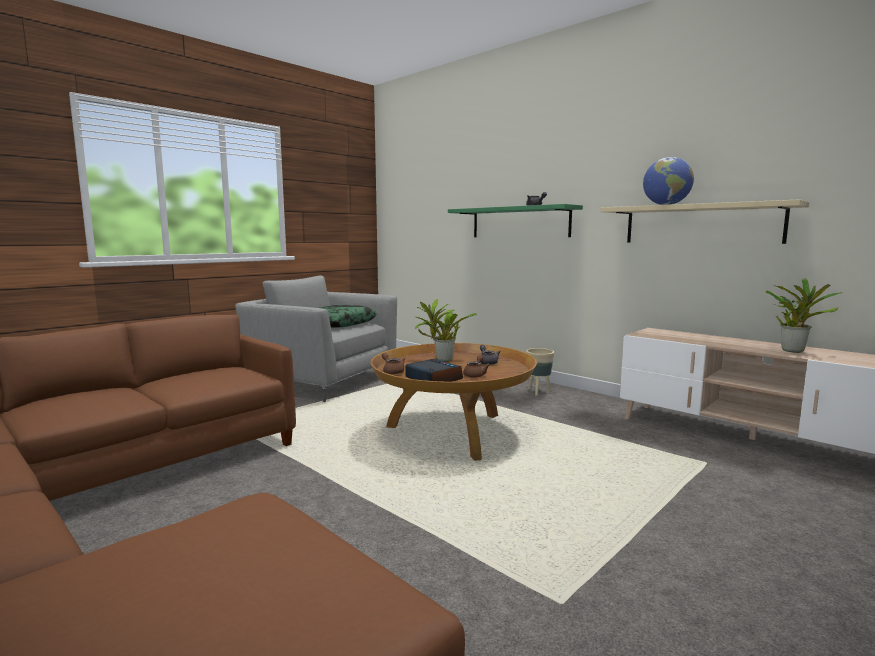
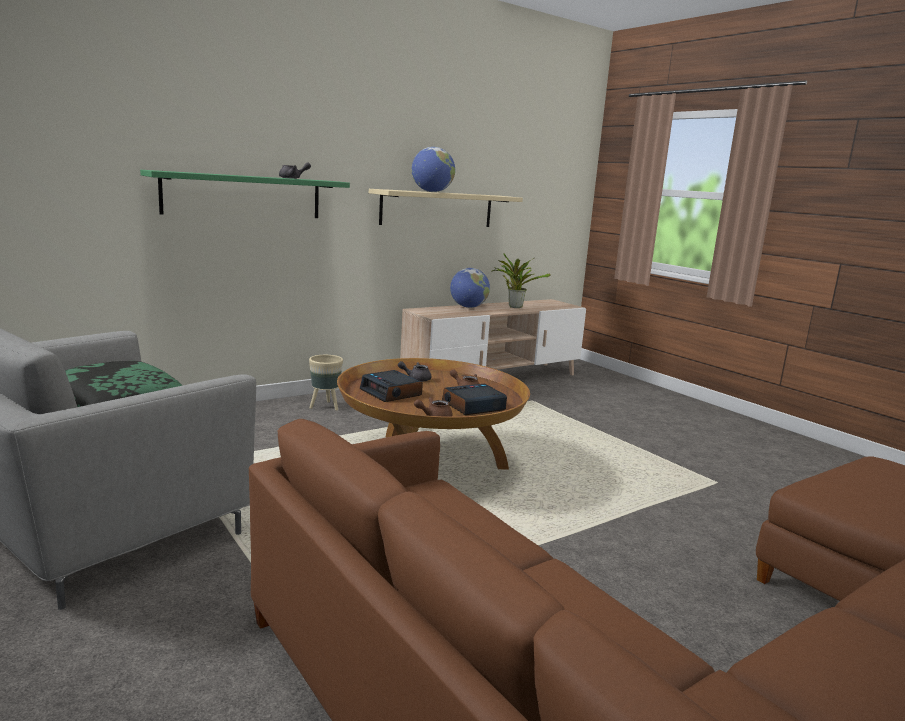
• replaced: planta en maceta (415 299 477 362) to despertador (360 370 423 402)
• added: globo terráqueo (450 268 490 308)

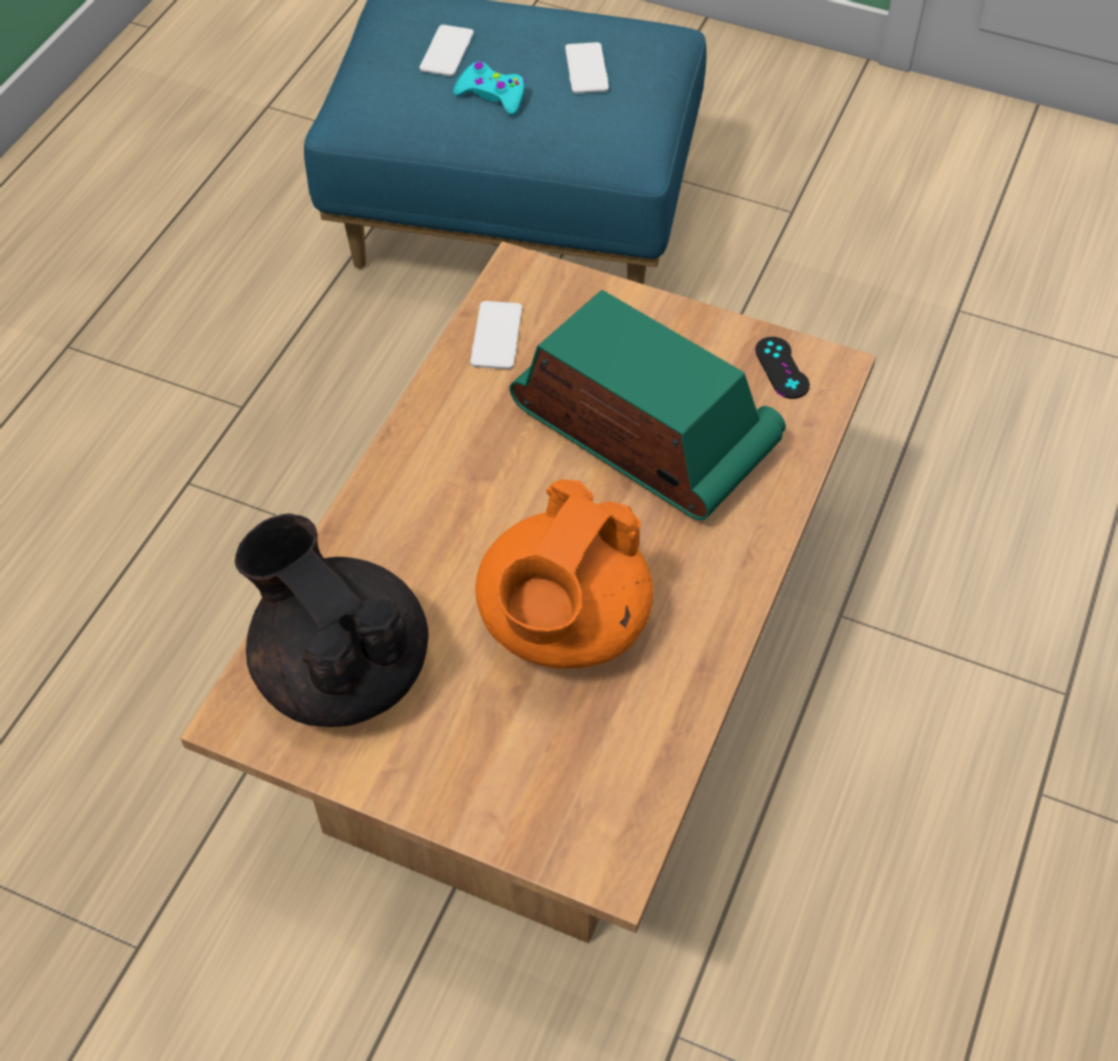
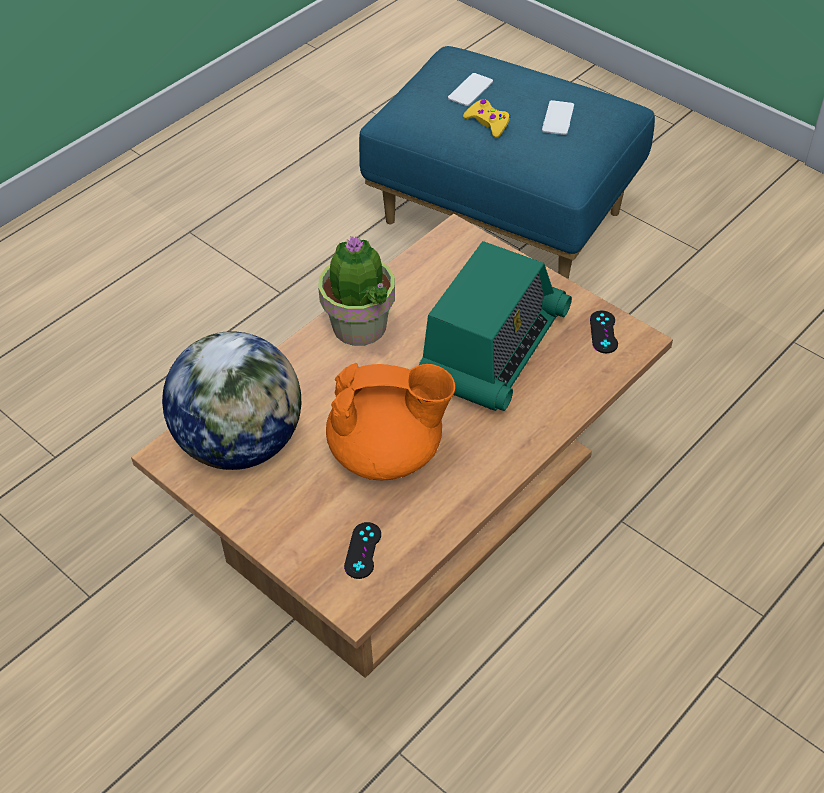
• replaced: tetera/negro (235 514 428 727) to globo terráqueo (162 331 301 470)
• recoloured: mando de consola/turquesa (453 62 525 115) to mando de consola/amarillo (463 99 511 138)
• removed: móvil (470 301 522 369)
• turned: tetera/naranja (475 479 653 669) = (326 363 455 480) 135 degrees counterclockwise
• turned: radio (509 290 786 520) = (418 241 572 411) 60 degrees clockwise
• added: planta en maceta (318 236 395 346)
• added: mando de consola/negro (344 522 381 579)

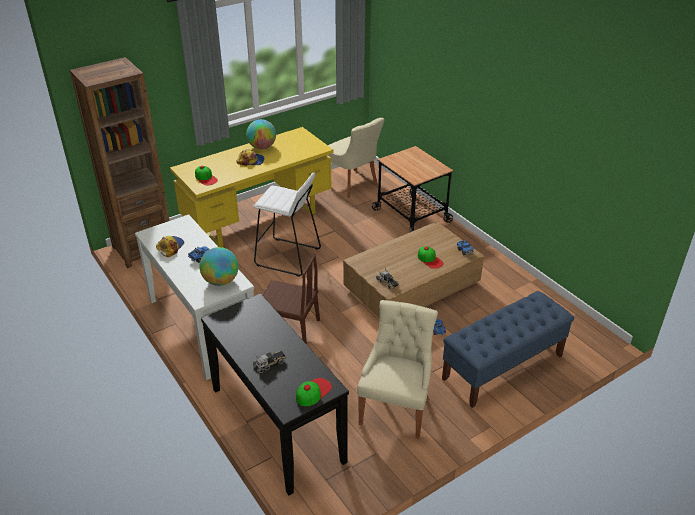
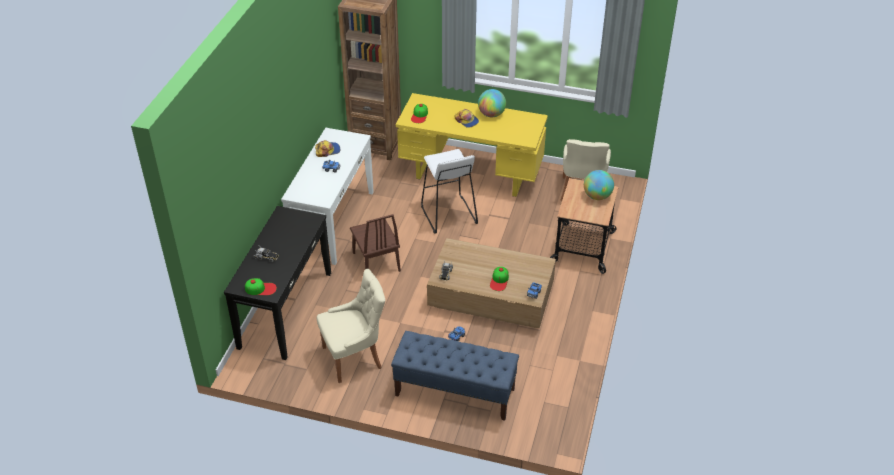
• moved: globo terráqueo (199 247 239 286) to (584 170 614 200)

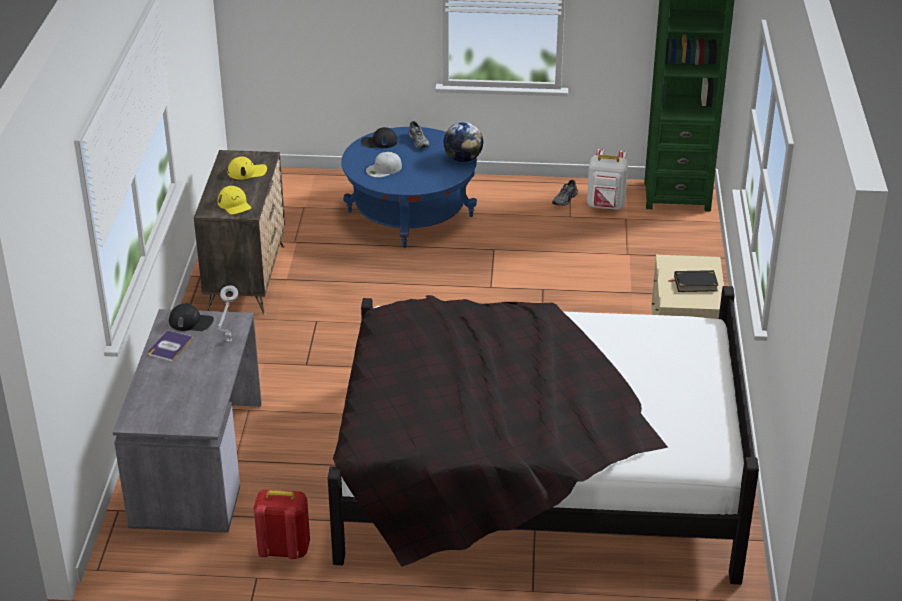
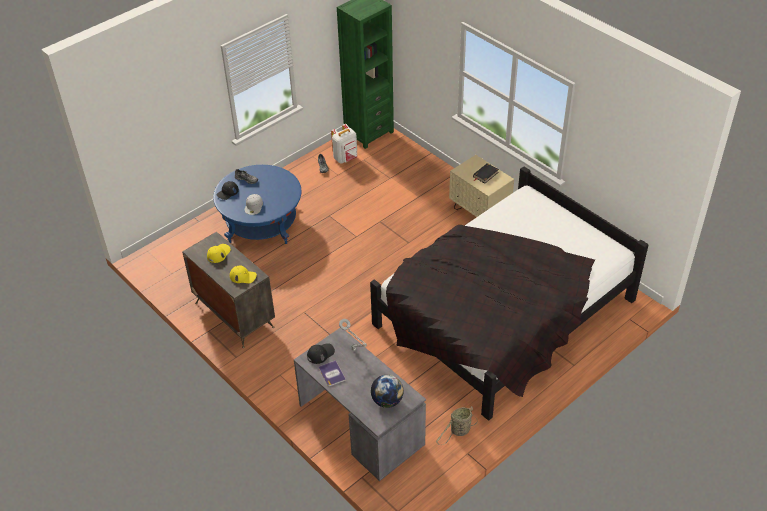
• replaced: mochila/rojo (254 490 310 559) to cesta (436 406 478 445)
• moved: globo terráqueo (444 122 483 162) to (371 375 404 408)

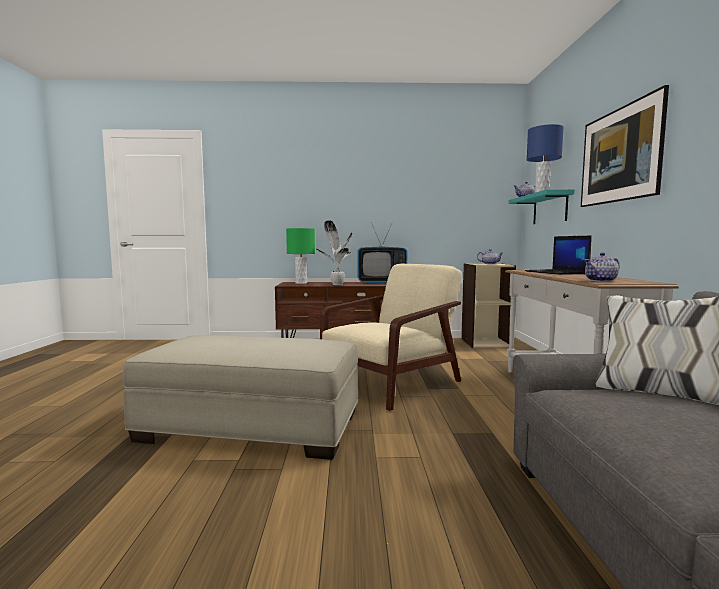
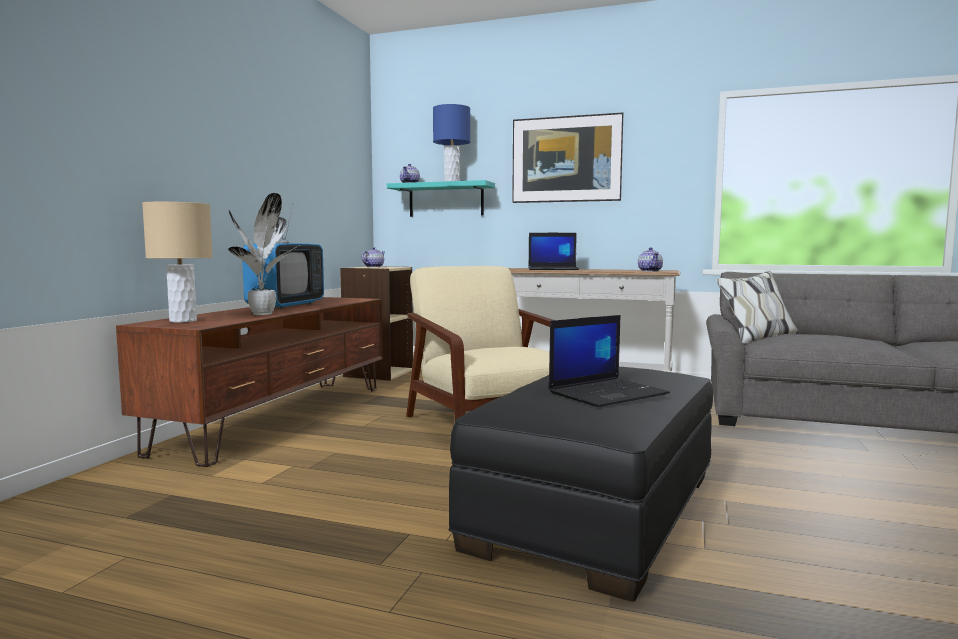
• recoloured: puf/beis (123 335 359 460) to puf/negro (448 367 713 602)
• recoloured: lámpara de mesa/verde (286 228 315 284) to lámpara de mesa/beis (142 202 213 323)
• added: portátil (549 315 670 407)

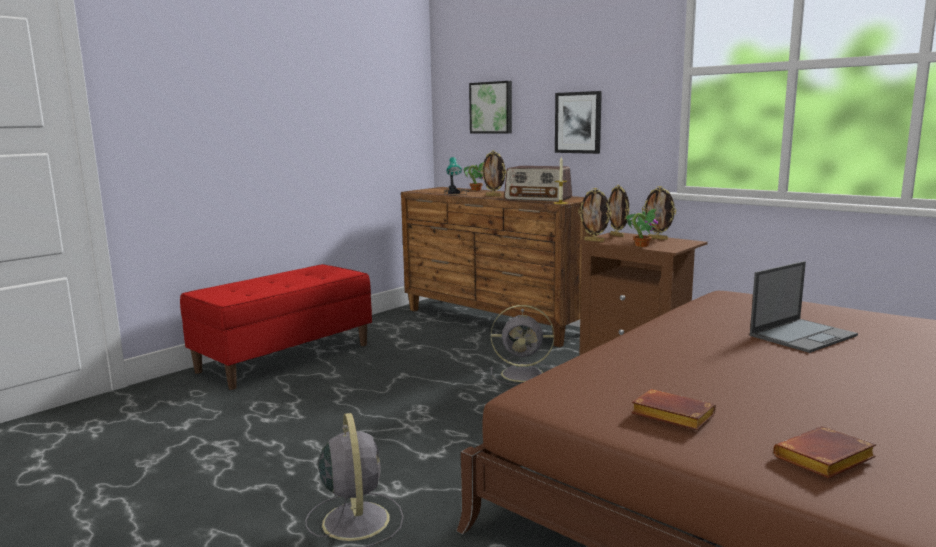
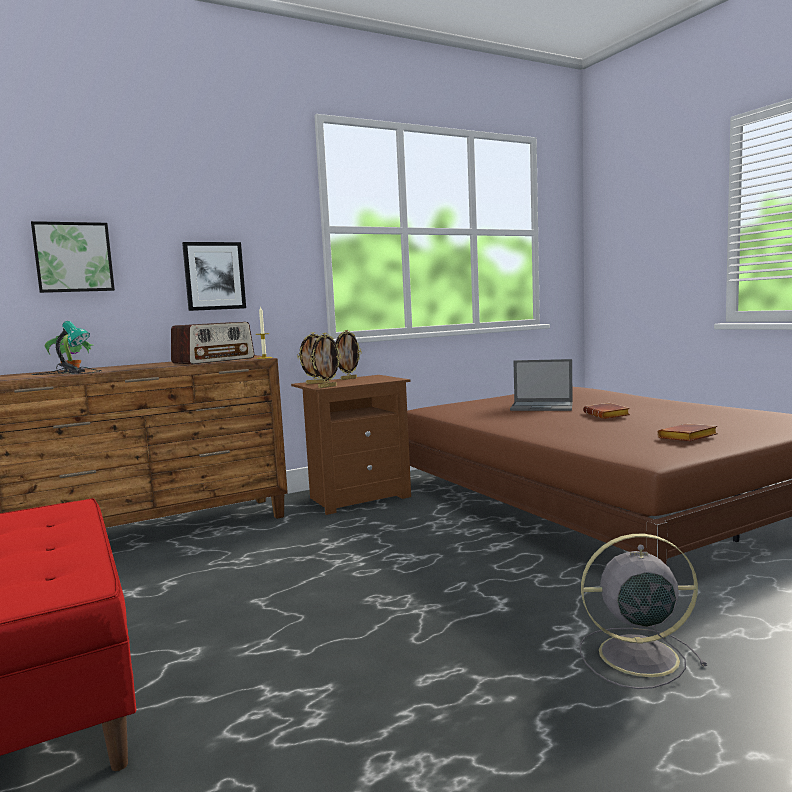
• removed: portarretratos (481 150 506 197)
• removed: ventilador/gris (490 305 554 385)
• removed: planta en maceta (626 209 658 247)
• turned: portátil (750 261 858 353) = (510 359 573 411) 120 degrees clockwise
• moved: libro/marrón (773 426 877 478) to (583 403 630 419)

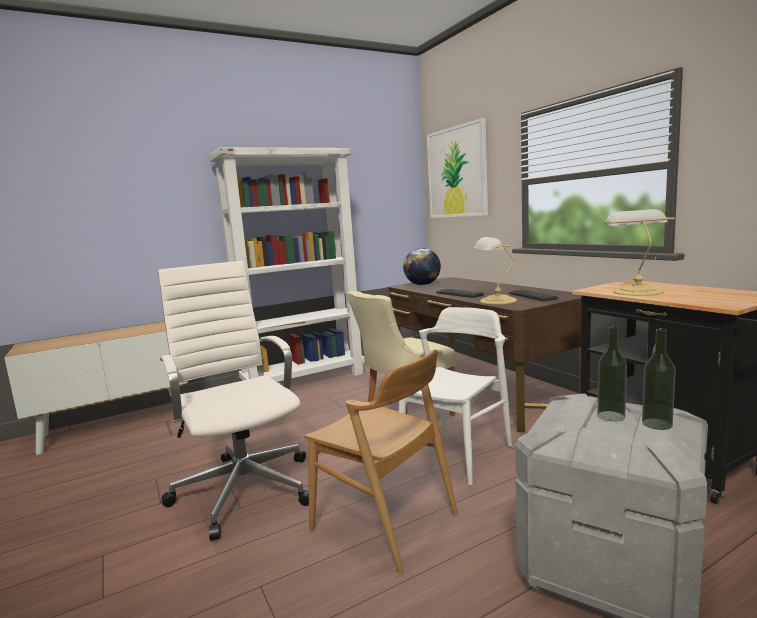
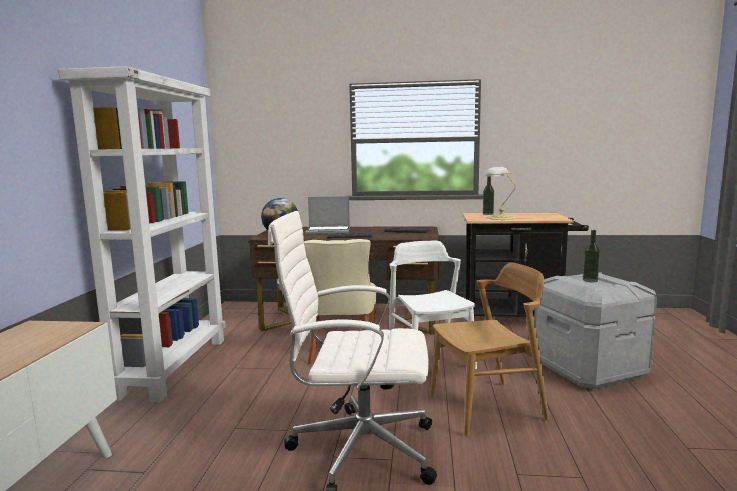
• removed: cuadro (427 118 488 218)
• removed: lámpara de mesa (474 237 517 304)
• moved: botella (642 328 676 430) to (483 176 494 215)
• added: portátil (305 196 350 235)

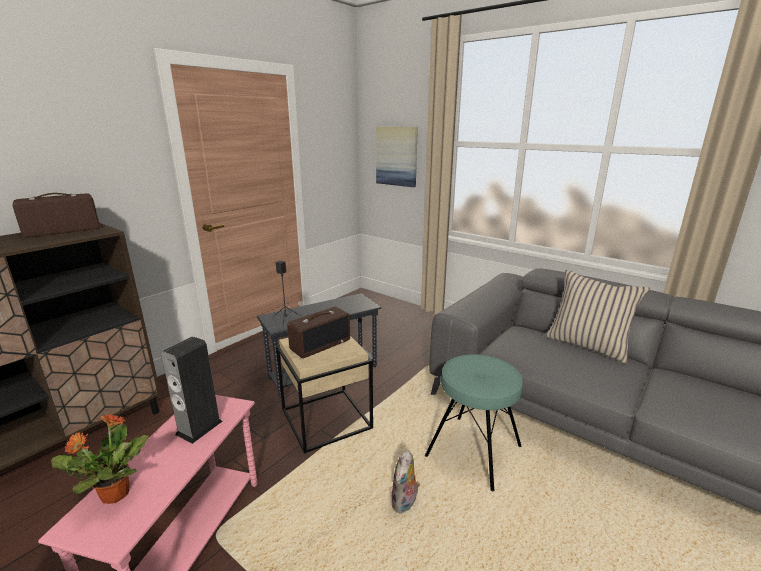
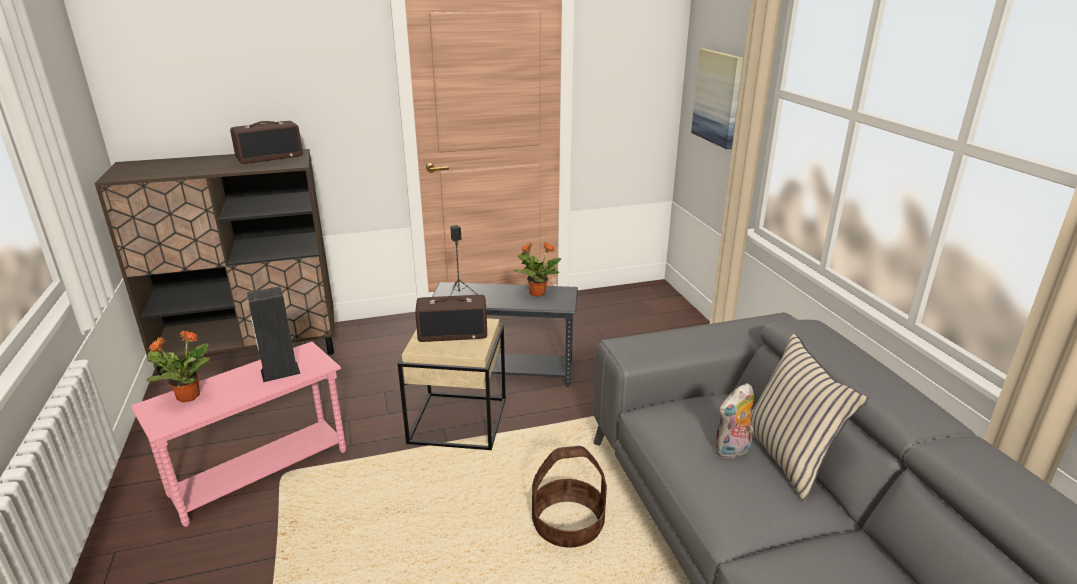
• turned: radio (12 193 100 237) = (230 121 303 164) 150 degrees clockwise
• moved: peluche (392 450 420 514) to (714 383 754 459)
• replaced: taburete/turquesa (425 354 523 491) to cesta (532 446 607 548)
• added: planta en maceta (514 242 561 297)

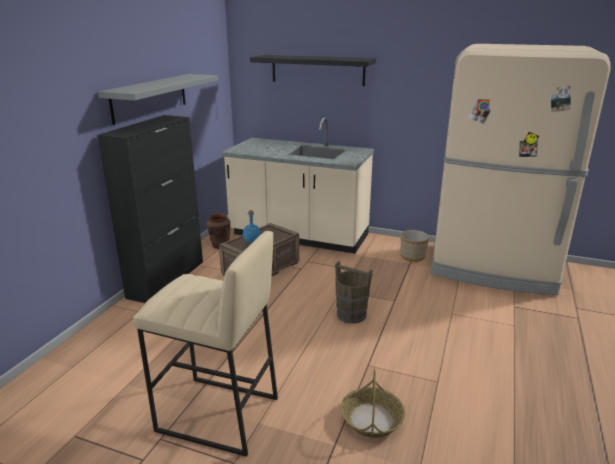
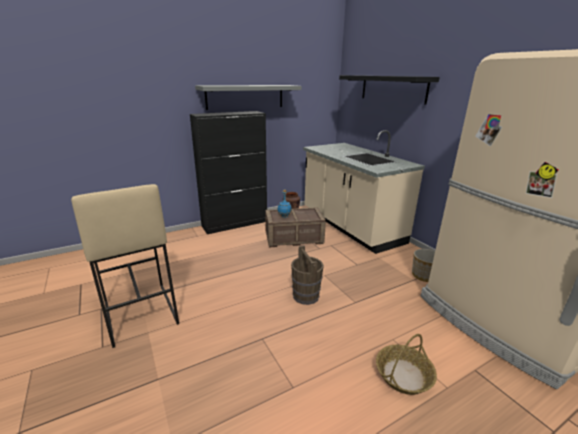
• moved: cesta (341 369 405 438) to (376 334 437 395)

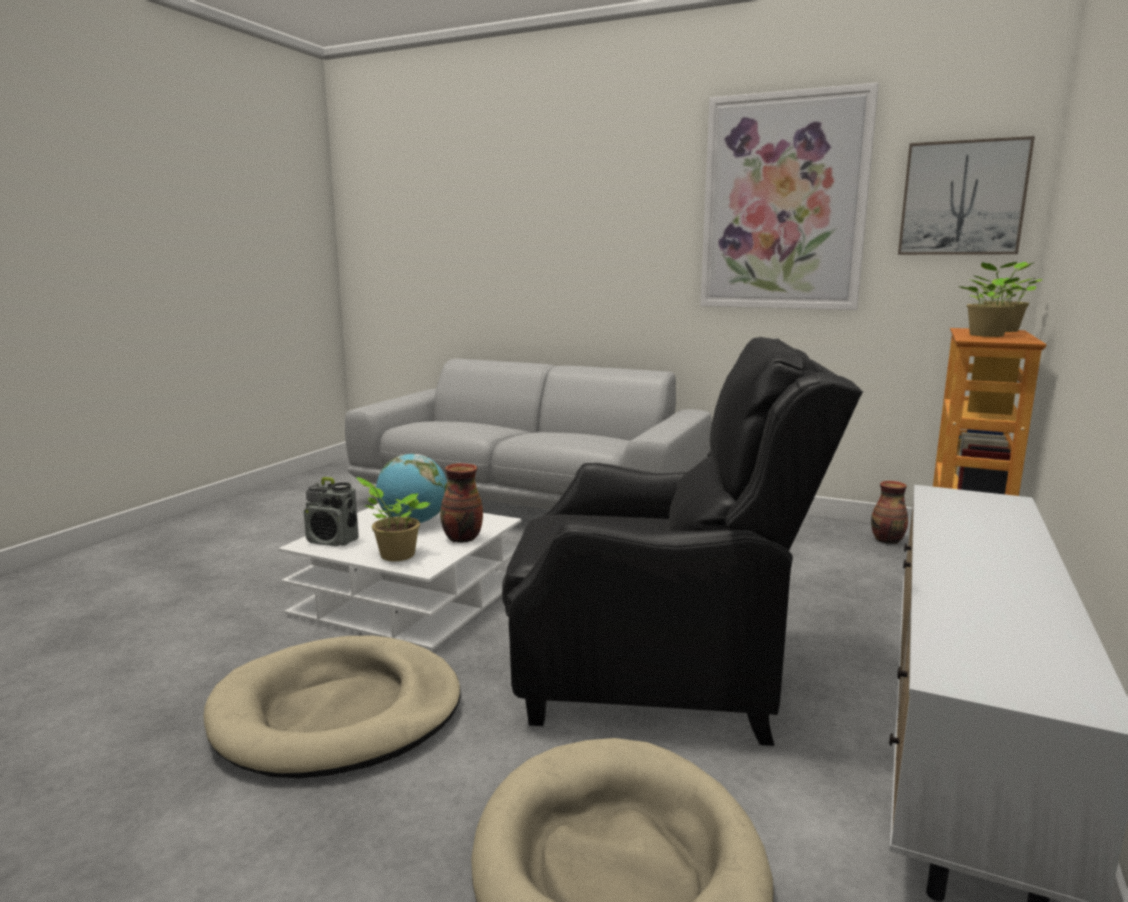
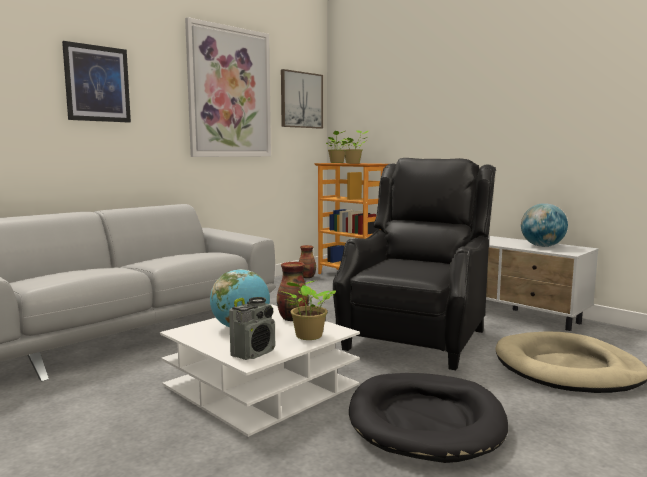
• recoloured: cama para perro/beis (203 636 461 778) to cama para perro/negro (349 373 508 463)
• added: cuadro (62 41 131 123)
• added: globo terráqueo (521 203 568 247)

